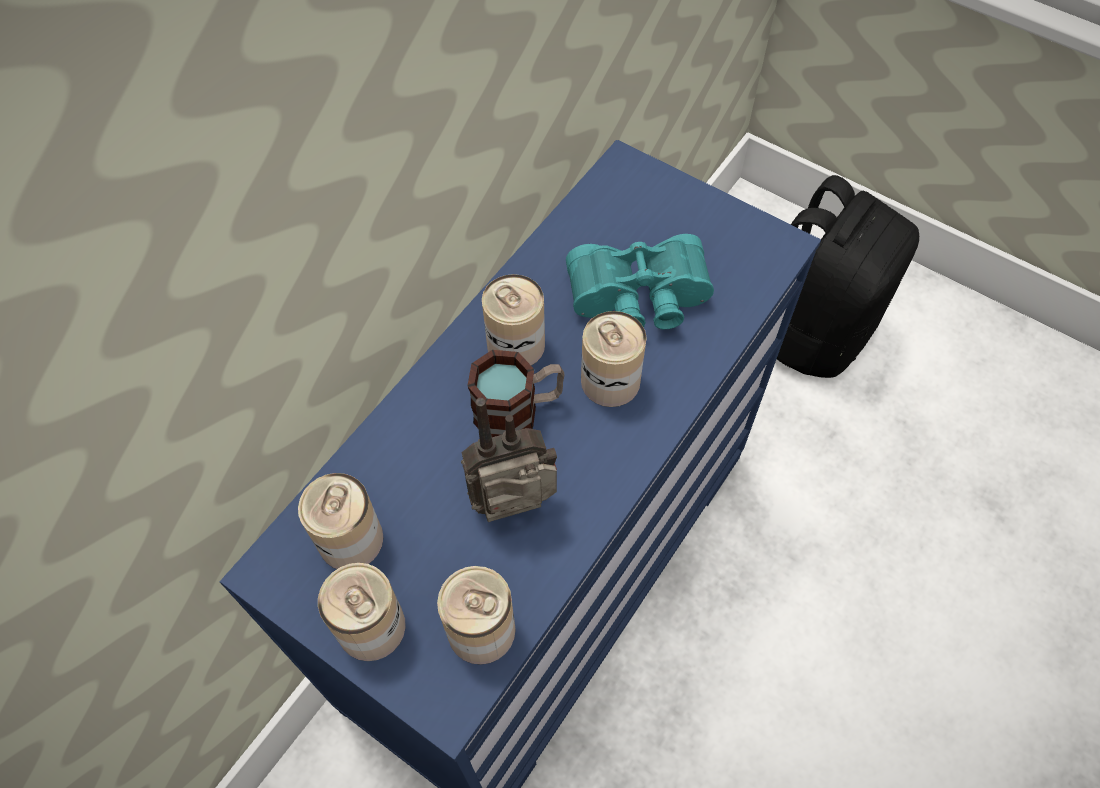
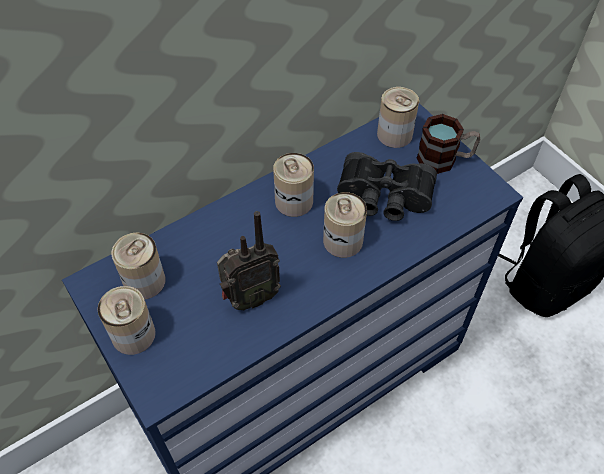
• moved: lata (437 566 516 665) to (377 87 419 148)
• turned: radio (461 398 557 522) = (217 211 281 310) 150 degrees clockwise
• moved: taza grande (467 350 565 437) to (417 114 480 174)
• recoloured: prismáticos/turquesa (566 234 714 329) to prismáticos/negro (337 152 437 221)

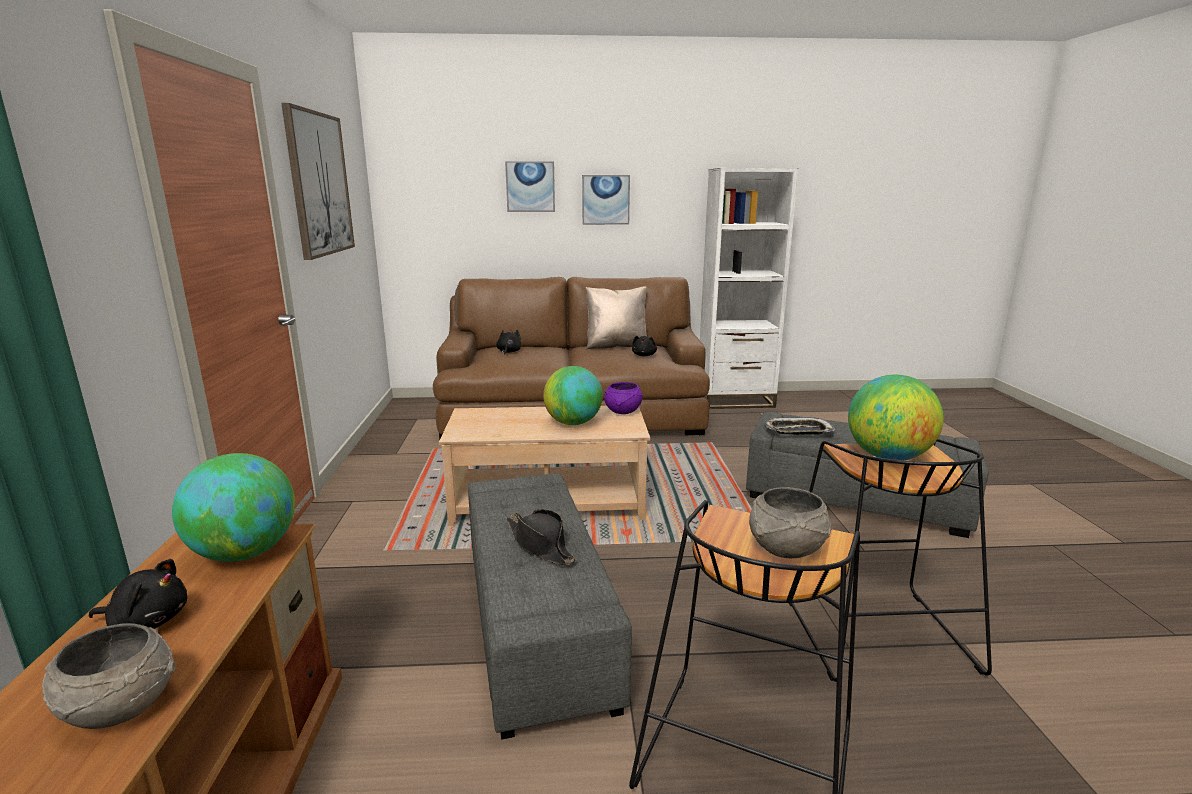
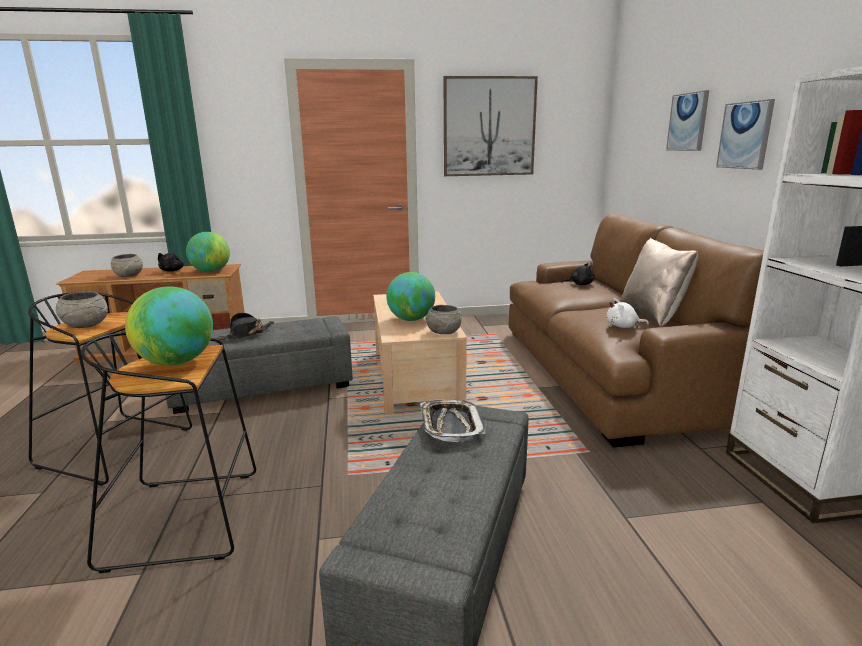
• recoloured: cuenco/morado (604 382 643 414) to cuenco/gris (425 305 461 334)
• recoloured: peluche/negro (632 336 657 356) to peluche/blanco (607 298 649 328)

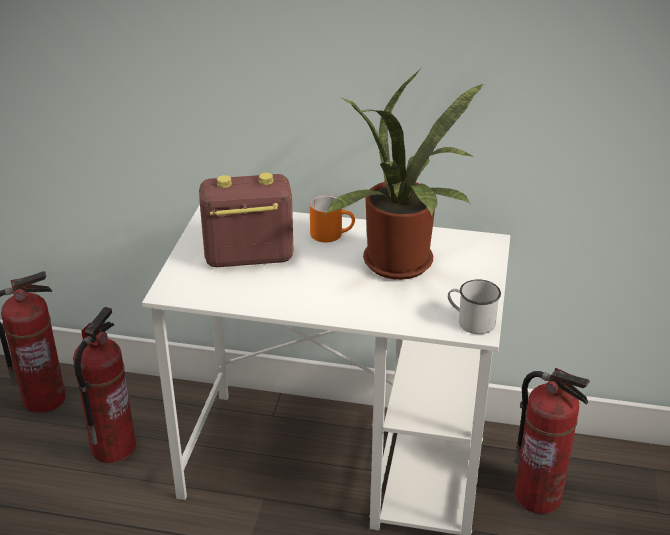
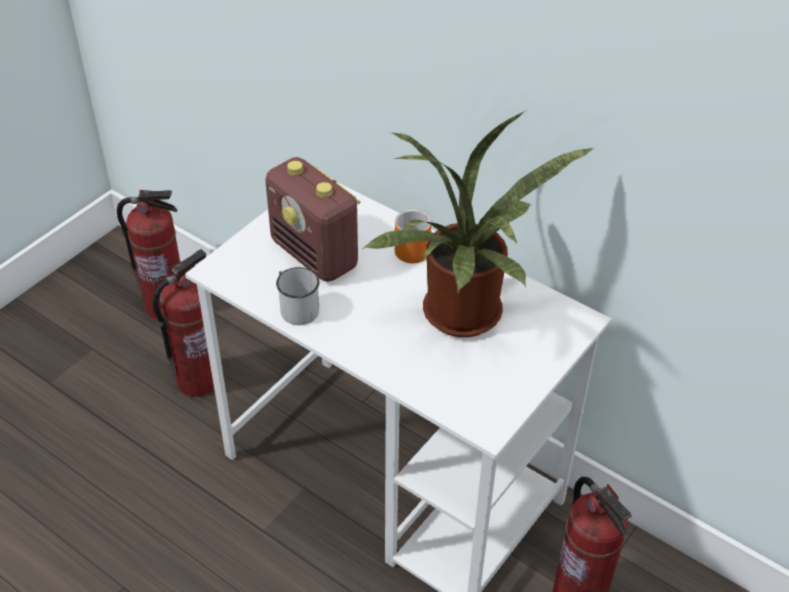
• turned: radio (199 173 294 267) = (265 157 361 282) 150 degrees counterclockwise
• moved: taza grande/blanco (448 279 501 334) to (276 267 320 325)

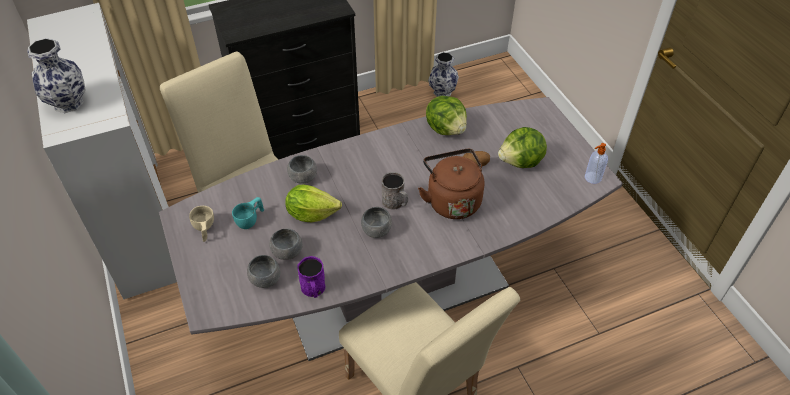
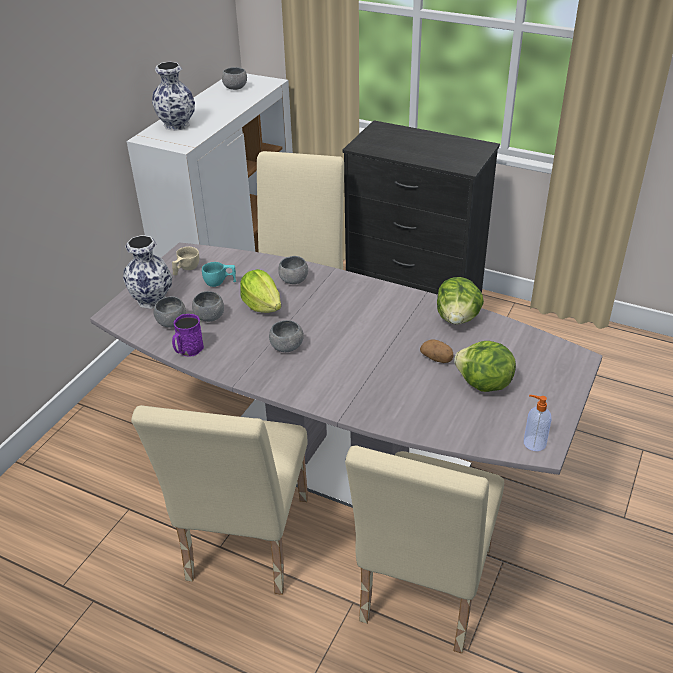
• removed: taza grande/gris (382 172 408 210)
• removed: hervidor/marrón (418 149 484 219)
• moved: florero (428 52 459 97) to (123 235 172 309)
• added: cuenco/gris (222 67 247 90)
• added: silla/beis (345 445 504 653)

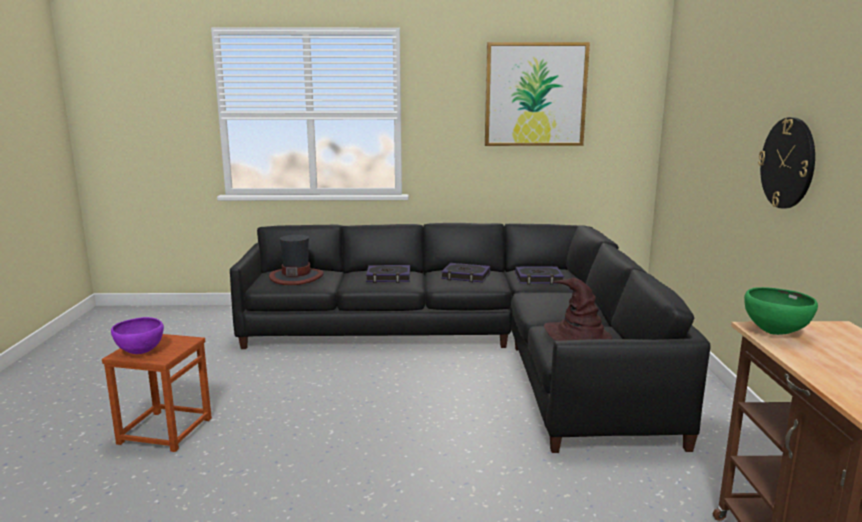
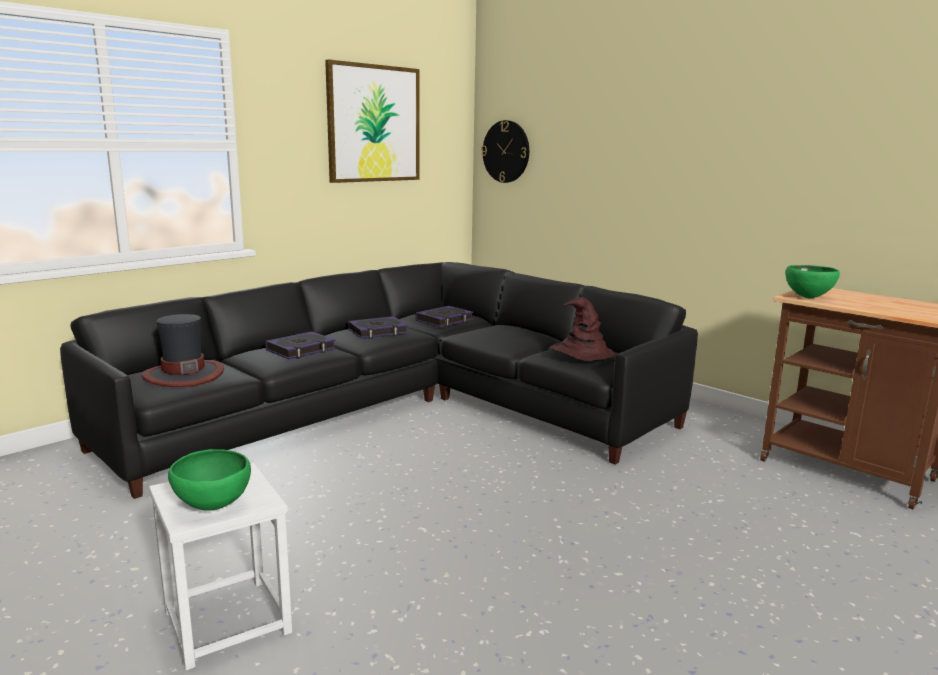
• recoloured: taburete/marrón (102 334 212 452) to taburete/blanco (149 463 292 670)
• recoloured: cuenco/morado (111 317 164 354) to cuenco/verde (168 449 251 511)
• moved: reloj de pared (758 117 815 208) to (481 120 529 183)

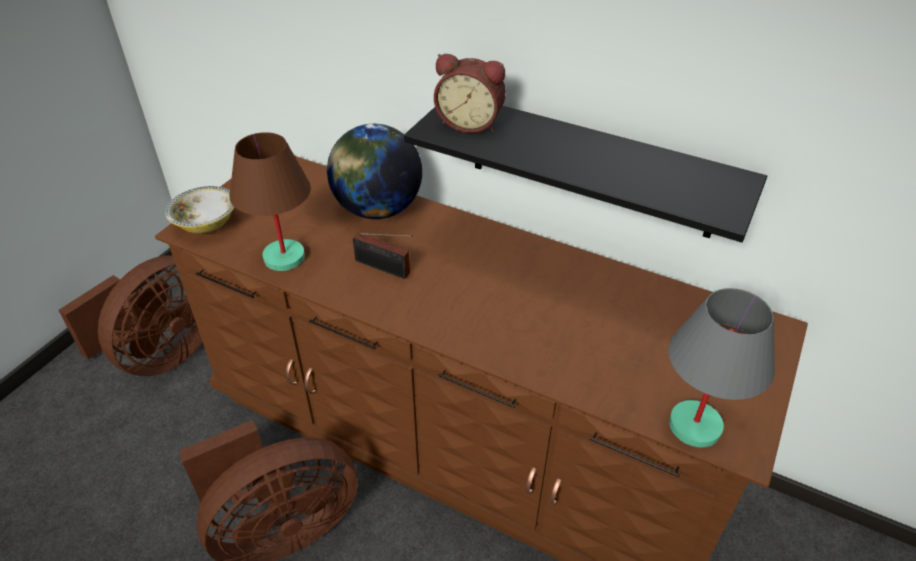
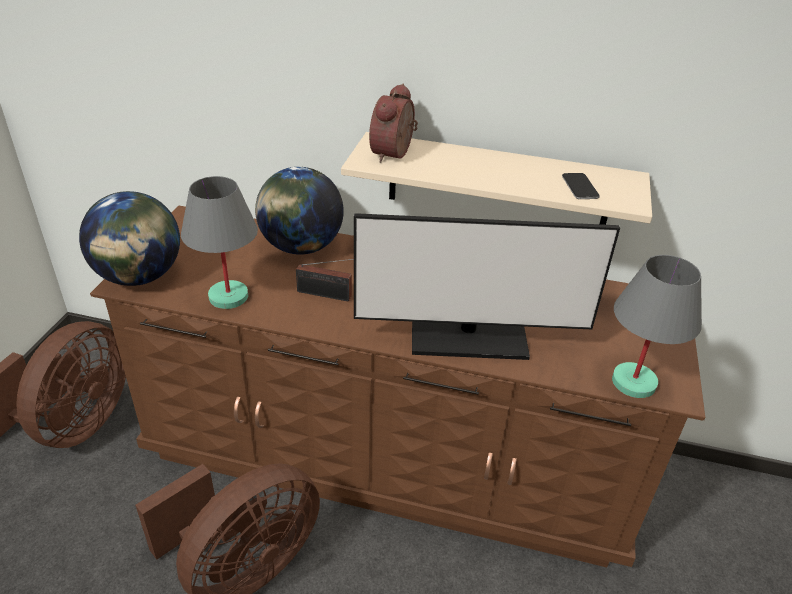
• replaced: cuenco (165 186 235 233) to globo terráqueo (79 191 180 286)
• recoloured: lámpara de mesa/marrón (229 132 311 271) to lámpara de mesa/gris (181 176 258 309)
• recoloured: estante/negro (404 106 767 242) to estante/beis (341 132 652 225)
• turned: despertador (434 54 506 133) = (369 83 418 163) 105 degrees clockwise
• added: monitor (354 213 620 360)
• added: móvil (562 173 600 199)

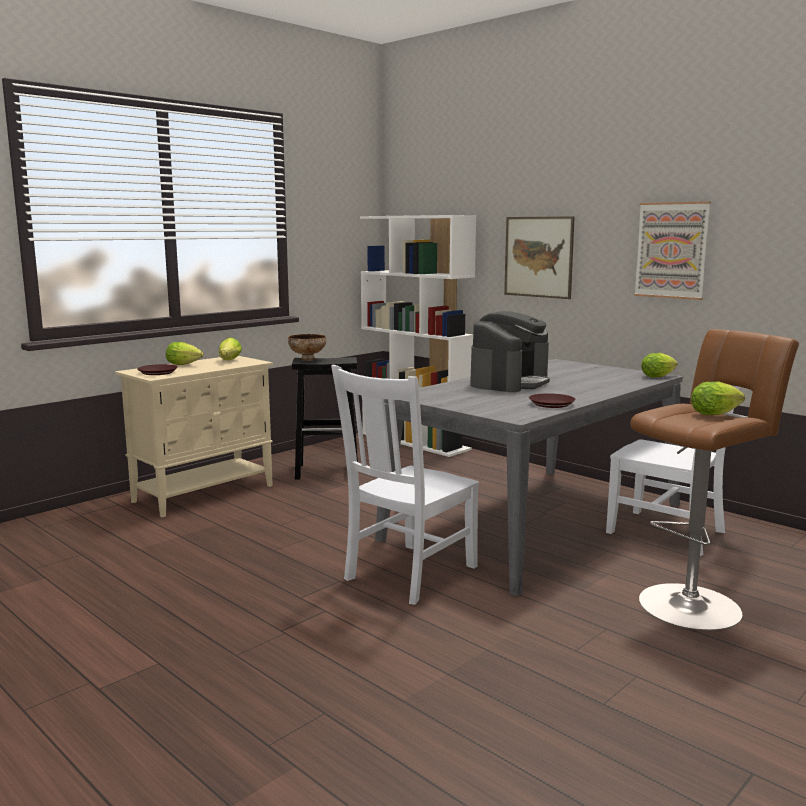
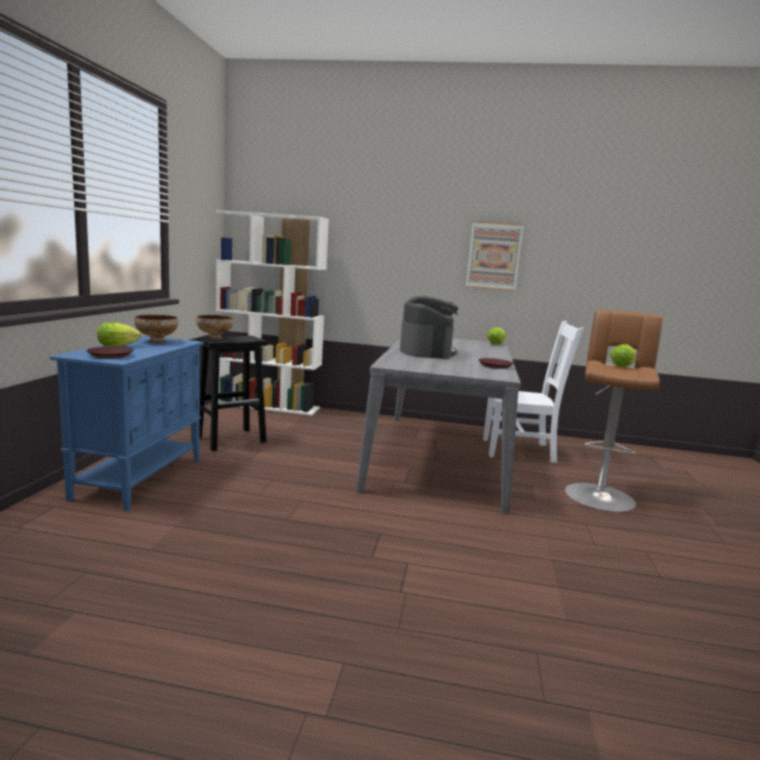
• recoloured: armario/beis (115 356 273 518) to armario/azul (50 336 204 511)
• replaced: lechuga (219 338 242 360) to cuenco (134 315 178 343)
• removed: silla/blanco (331 365 479 605)
• removed: cuadro (504 216 575 299)

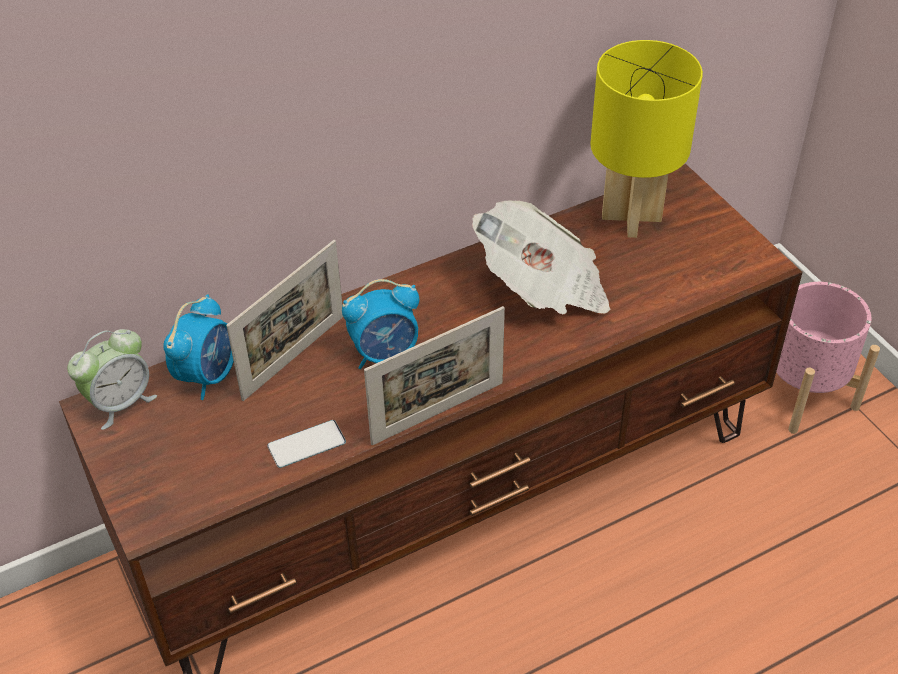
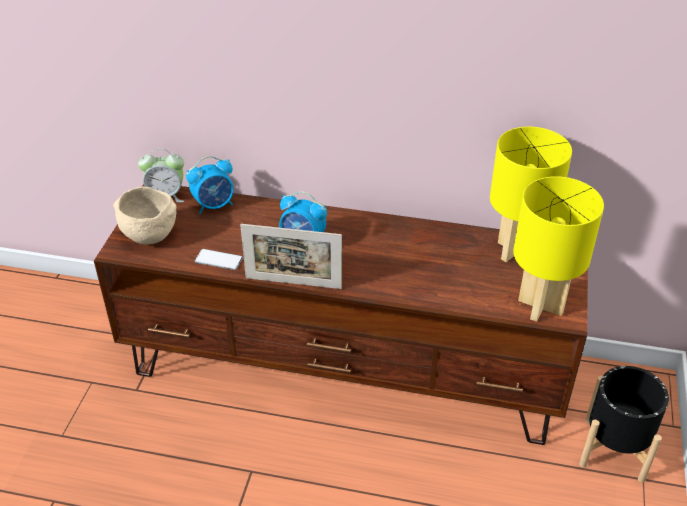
• removed: portarretratos (226 240 343 401)
• removed: periódico (472 200 611 315)
• recoloured: maceta/rosa (776 282 880 434) to maceta/negro (579 366 669 482)
• added: cuenco/beis (113 187 176 245)
• added: lámpara de mesa/amarillo (513 176 604 322)

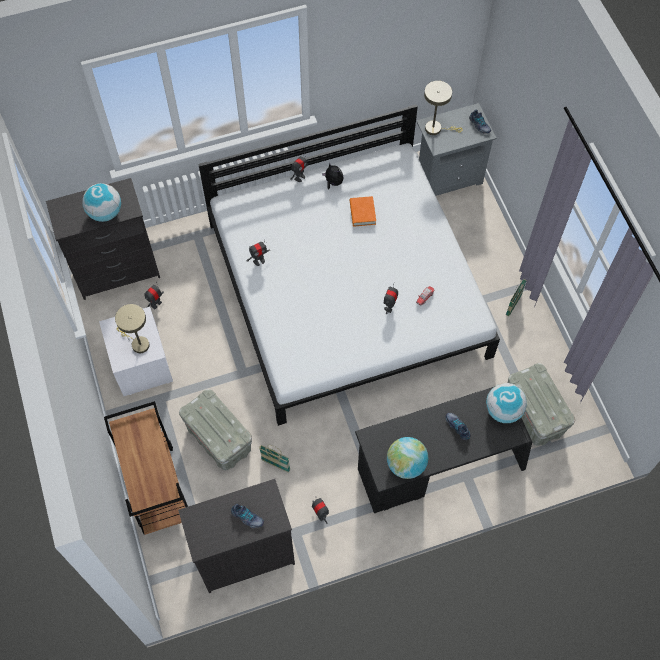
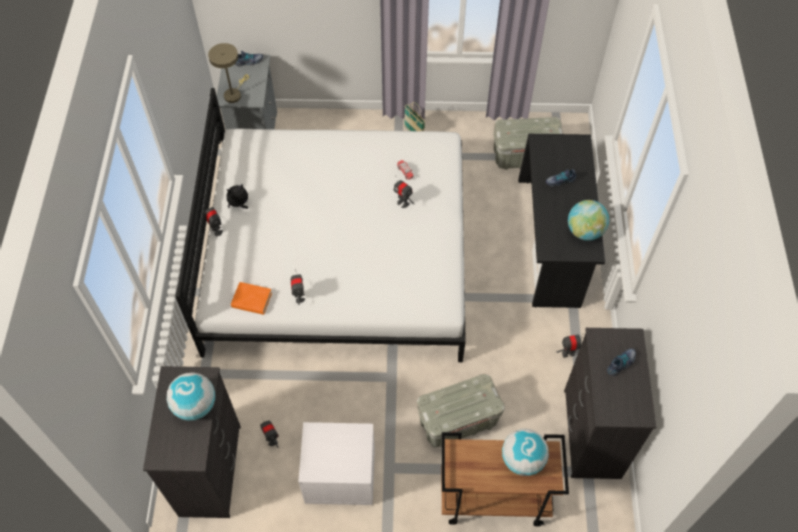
• removed: lámpara de mesa/beis (115 304 150 353)
• removed: cesta (259 444 291 473)
• moved: libro/naranja (350 196 376 226) to (231 282 272 315)
• moved: globo terráqueo (486 383 527 423) to (502 429 549 476)

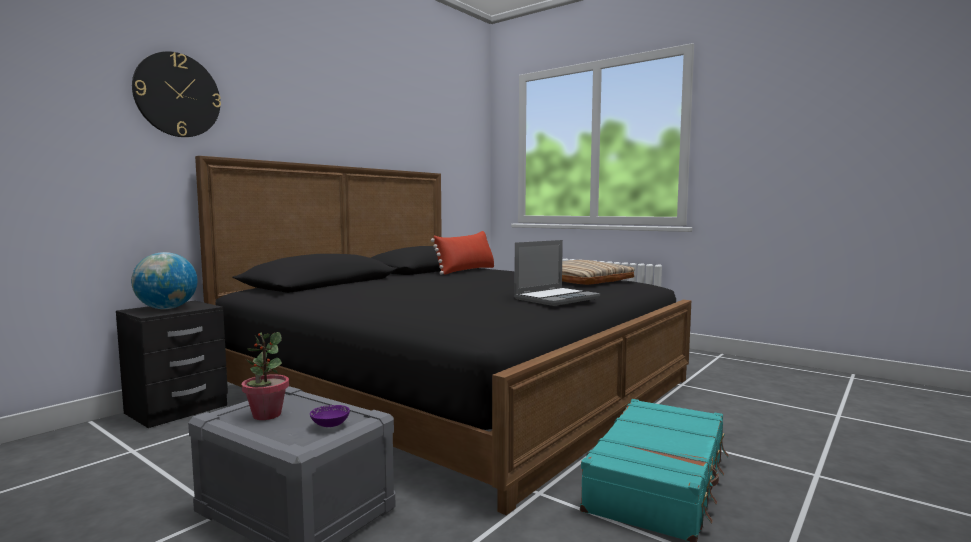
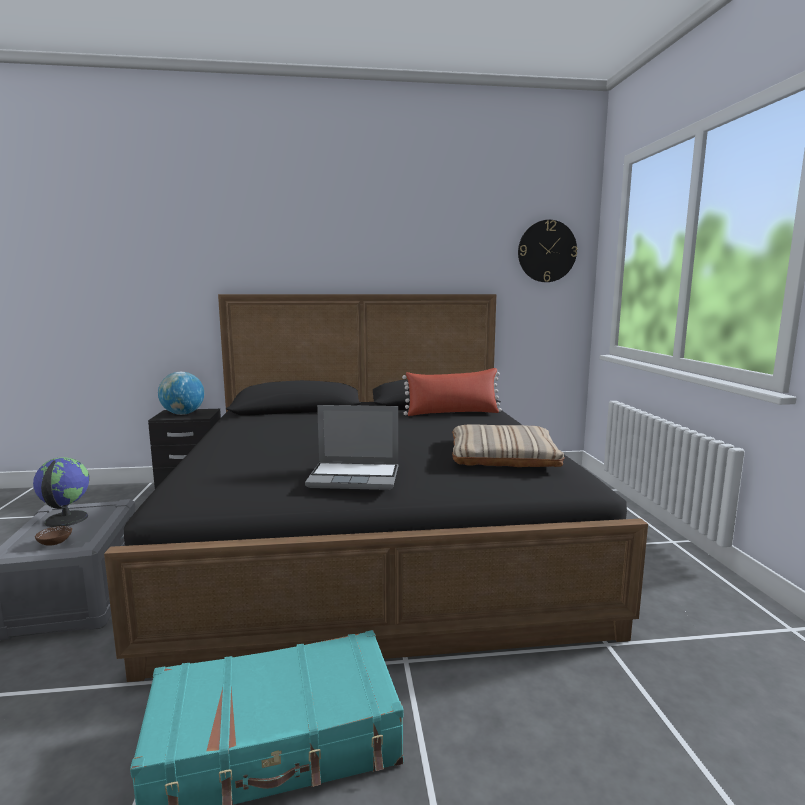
• moved: reloj de pared (132 51 221 137) to (518 220 577 282)
• replaced: planta en maceta (242 332 289 420) to globo terráqueo (33 457 90 527)
• recoloured: cuenco/morado (310 405 350 427) to cuenco/marrón (35 526 72 546)

